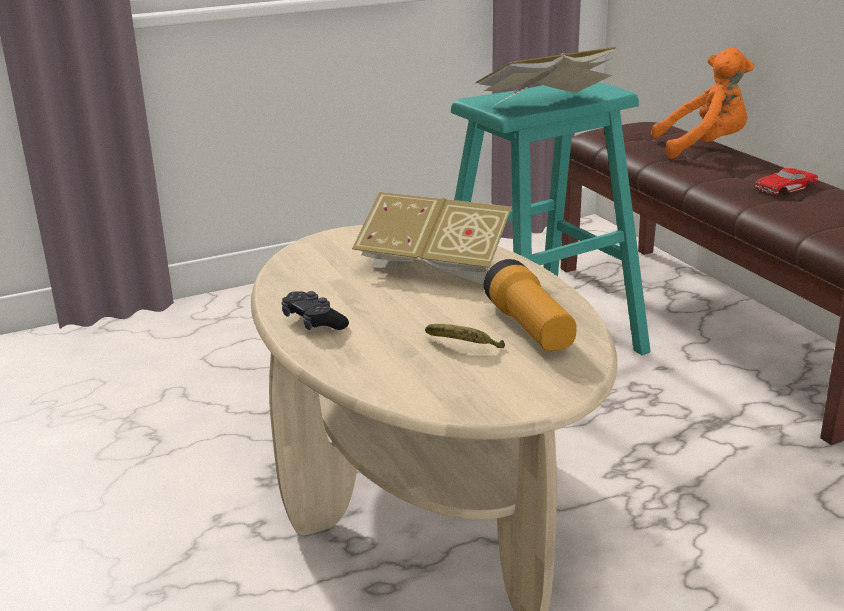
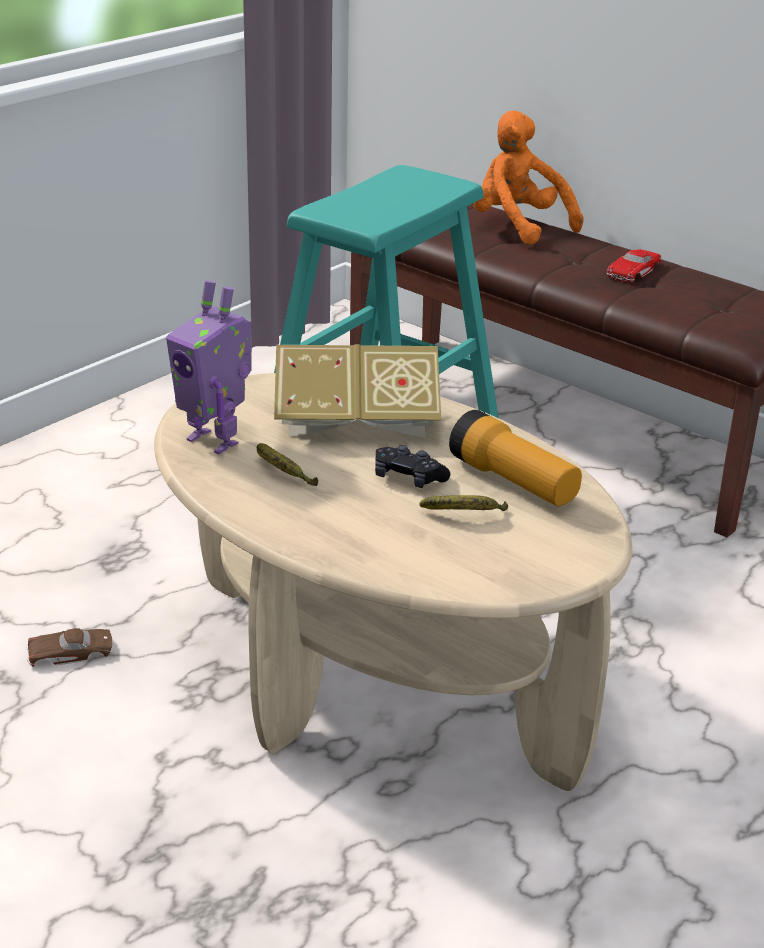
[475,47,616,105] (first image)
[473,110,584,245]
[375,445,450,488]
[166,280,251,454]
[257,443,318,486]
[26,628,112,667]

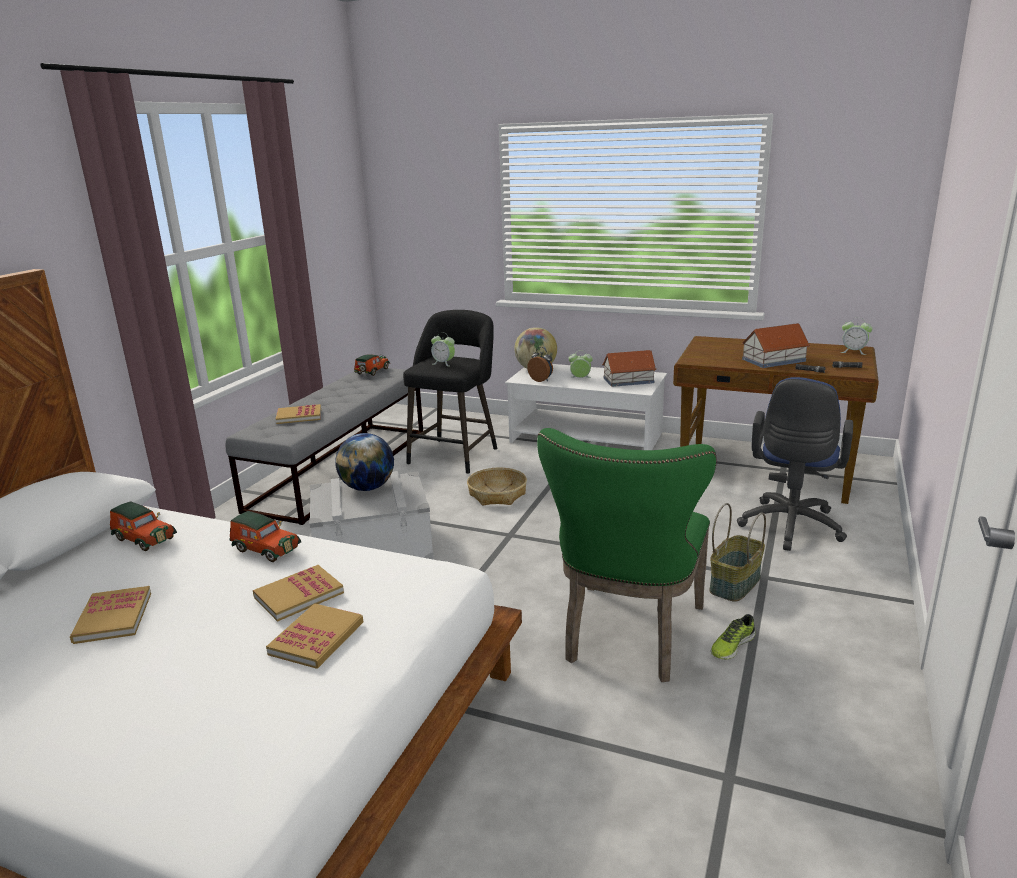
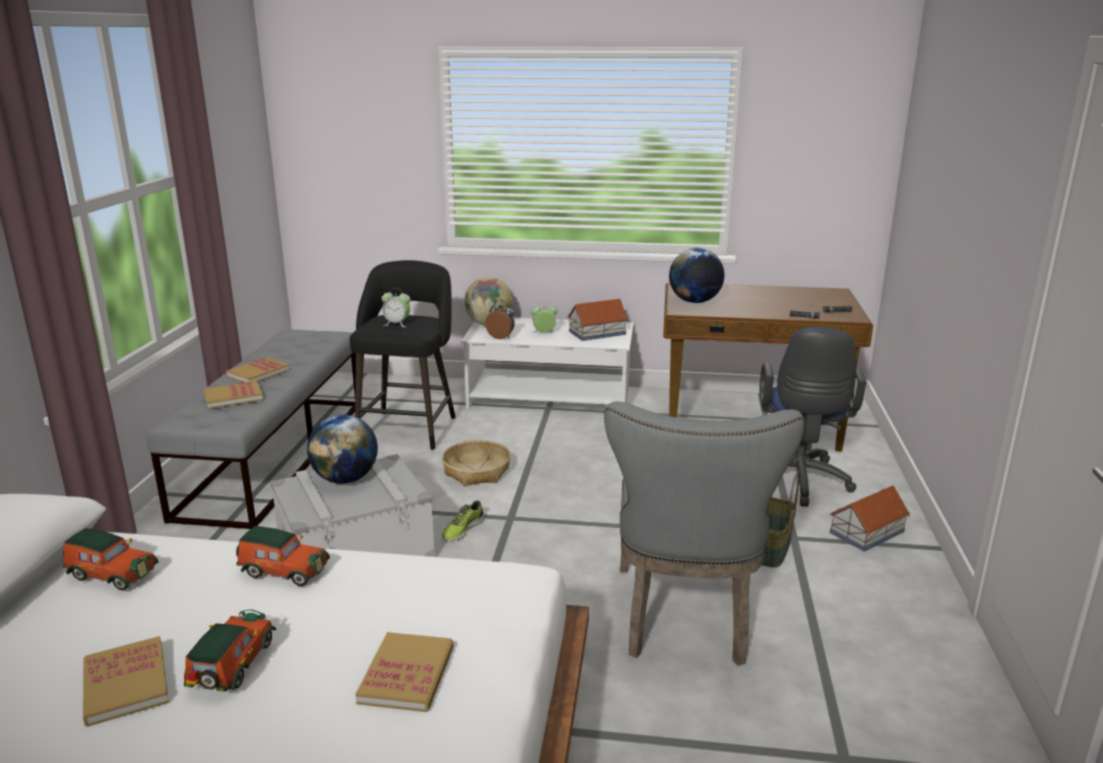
[841,321,873,355] (first image)
[830,486,910,552]
[184,609,277,692]
[604,401,805,666]
[226,357,290,383]
[442,501,484,541]
[669,248,724,303]

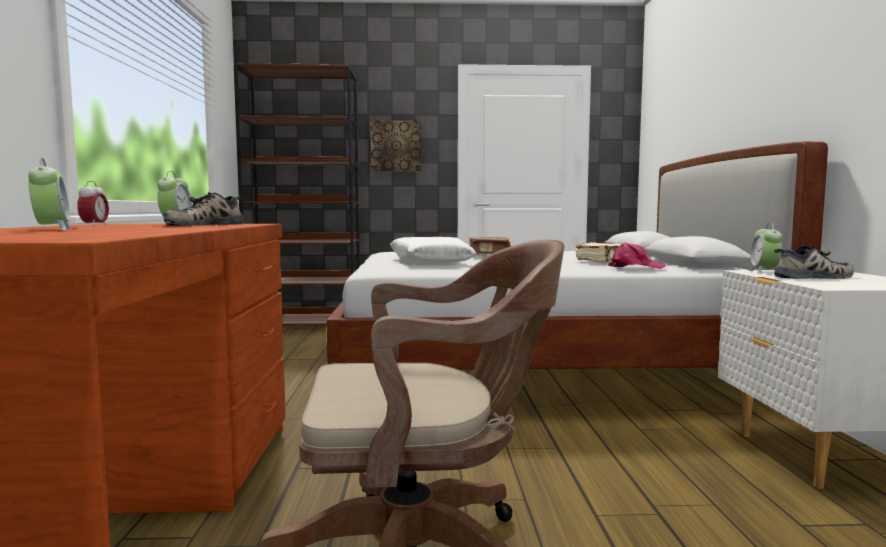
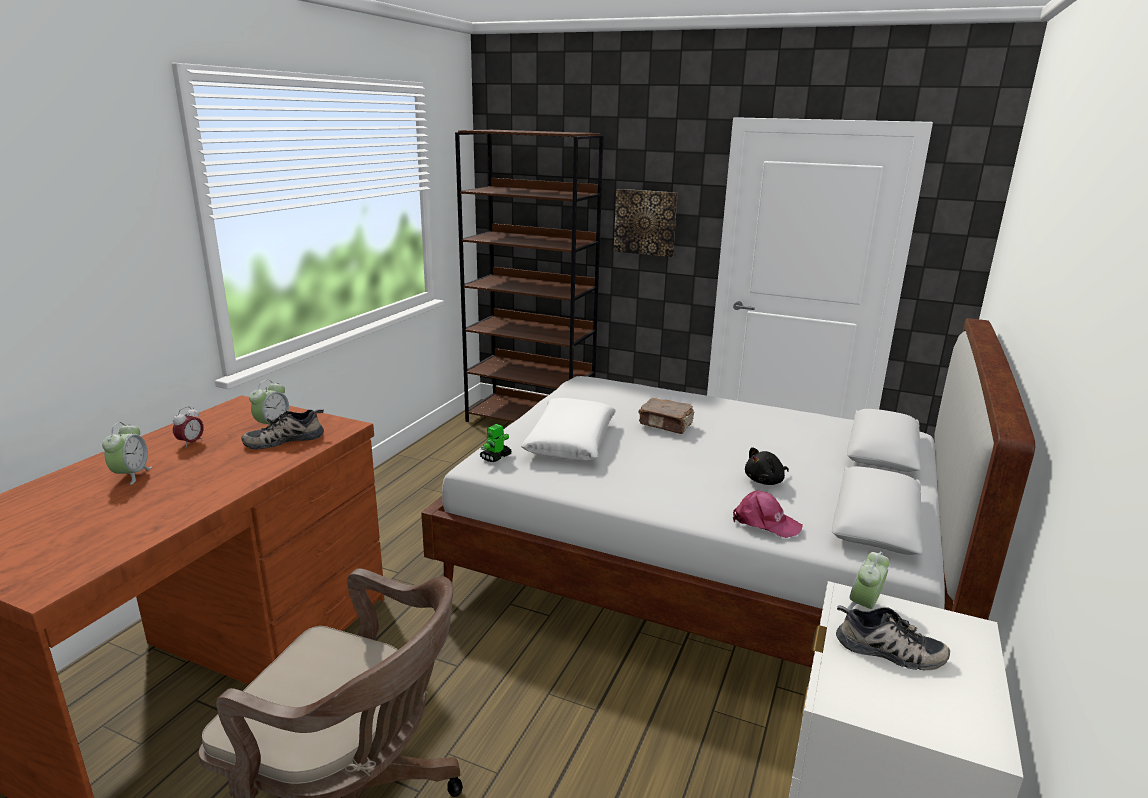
[745,447,789,485]
[480,424,512,462]

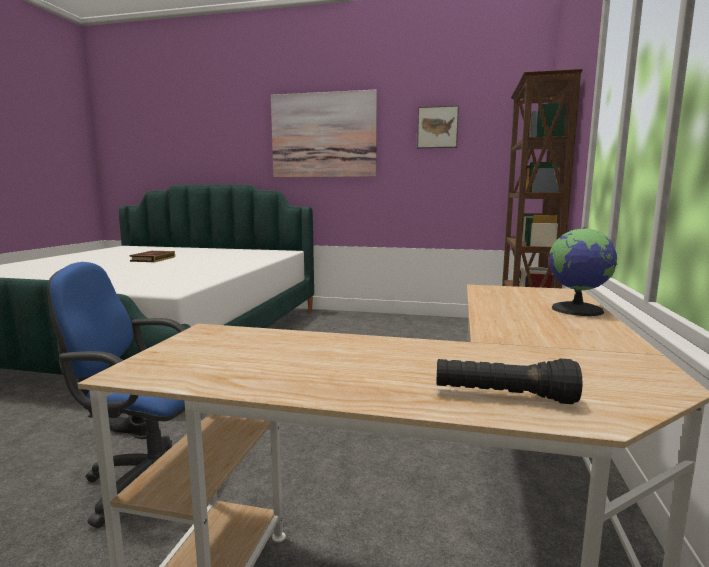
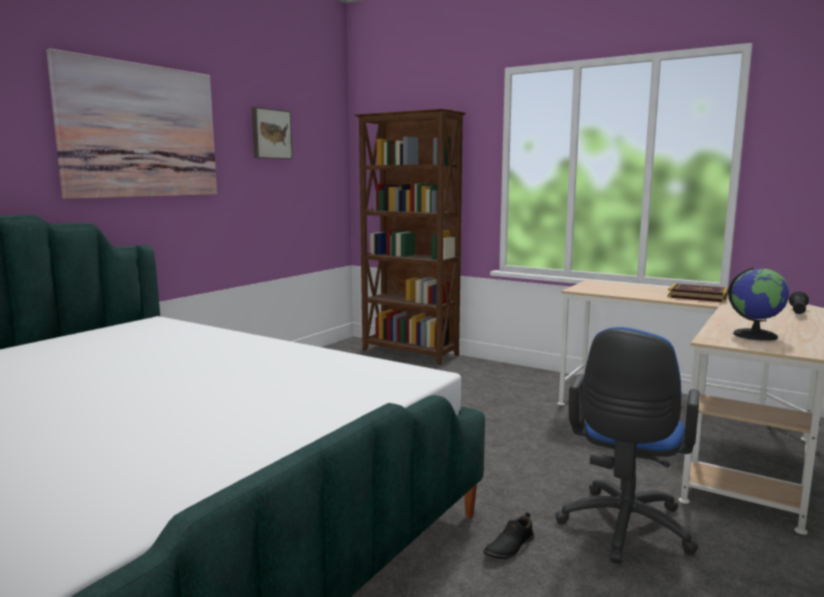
[728,268,789,341]
[667,283,728,302]

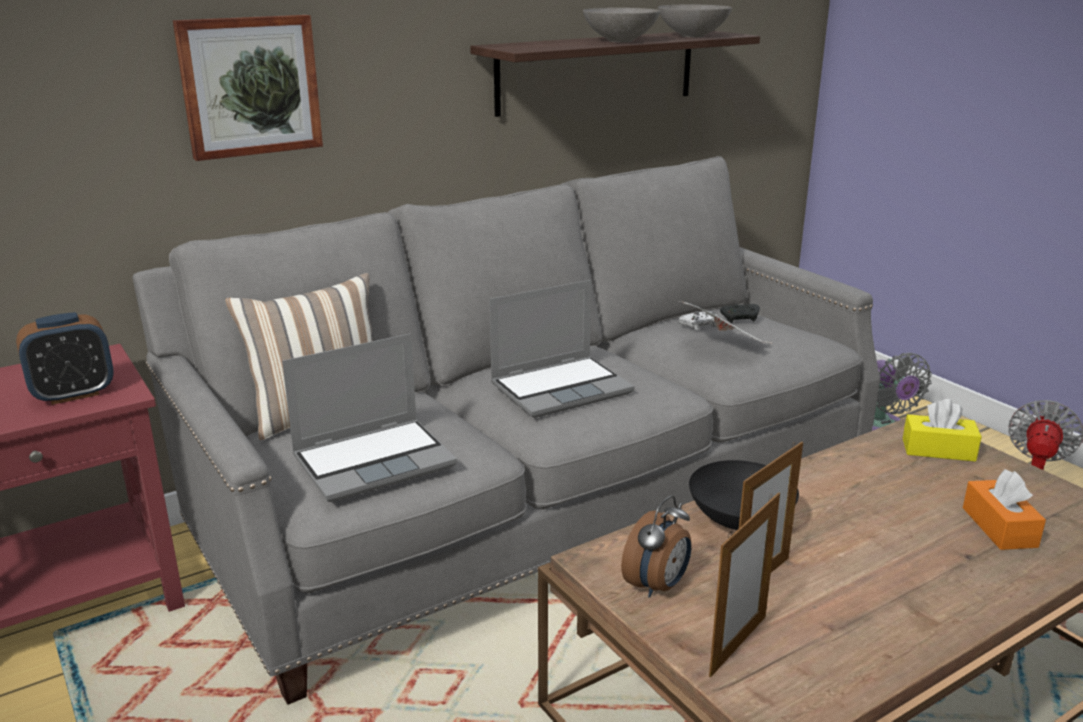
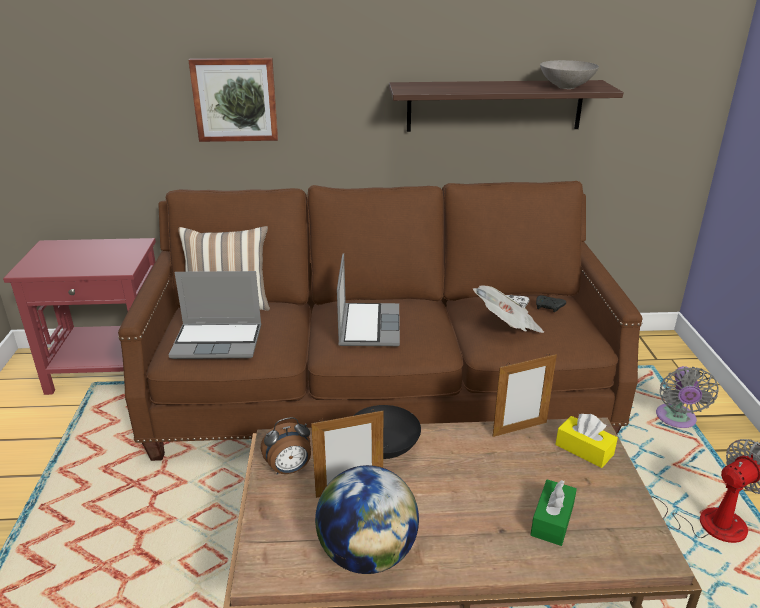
[583,8,660,42] (first image)
[118,181,643,461]
[337,253,400,346]
[16,312,114,405] (first image)
[531,479,577,546]
[493,353,557,437]
[315,465,419,574]

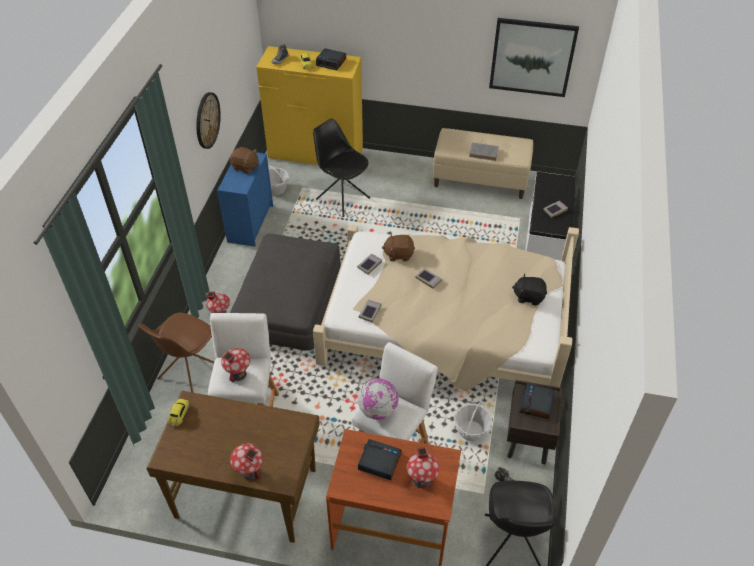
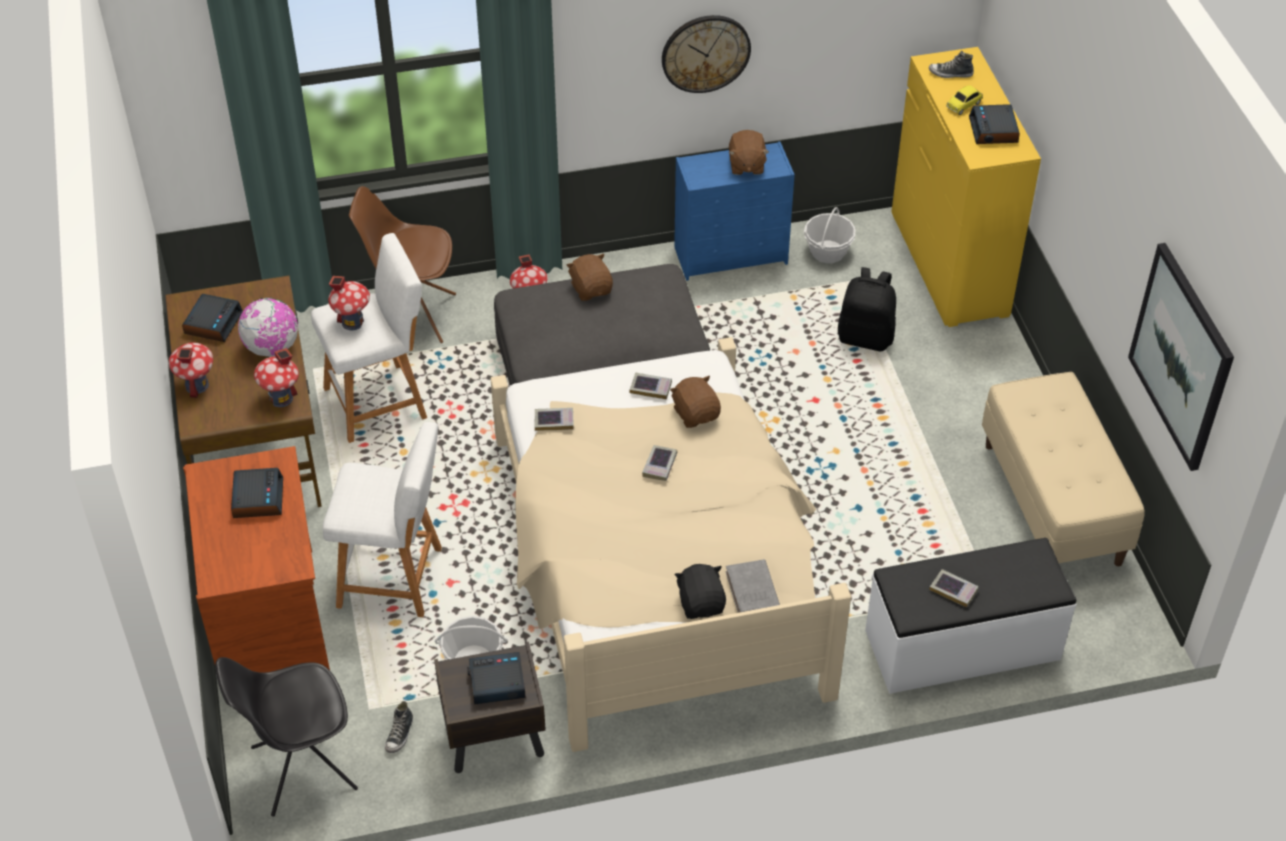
[838,267,896,351]
[725,559,780,613]
[238,298,298,357]
[168,398,190,426] (first image)
[254,348,299,407]
[566,254,613,301]
[182,294,243,342]

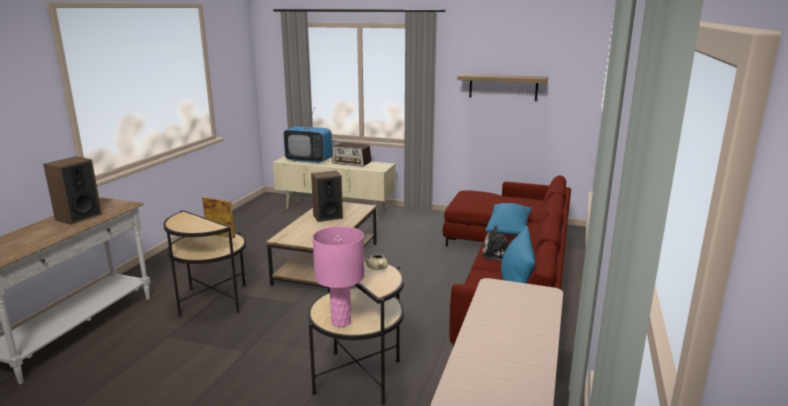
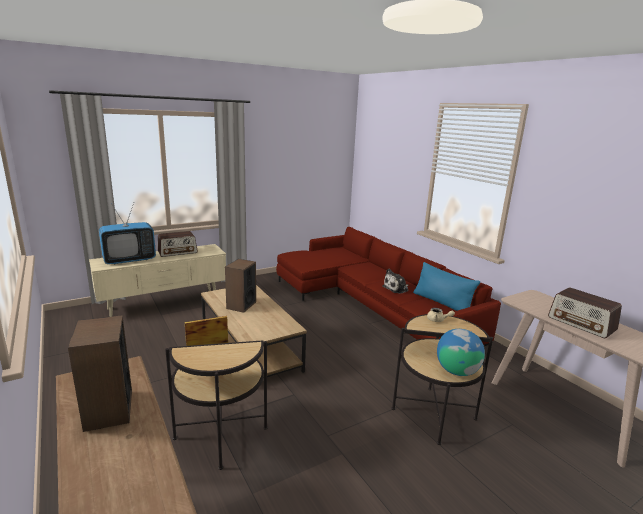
[457,74,548,101] (first image)
[485,203,532,235] (first image)
[437,329,485,376]
[548,288,622,338]

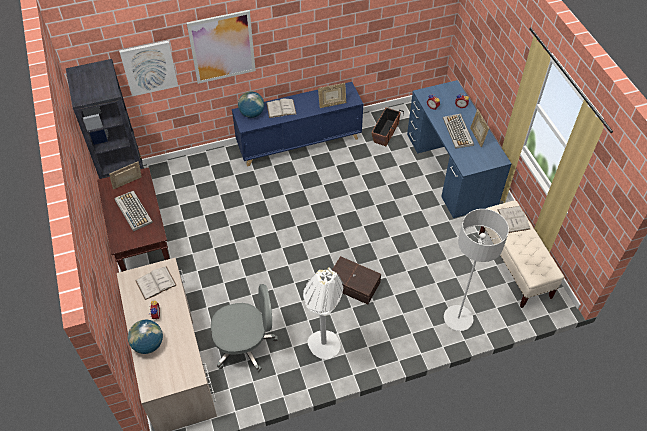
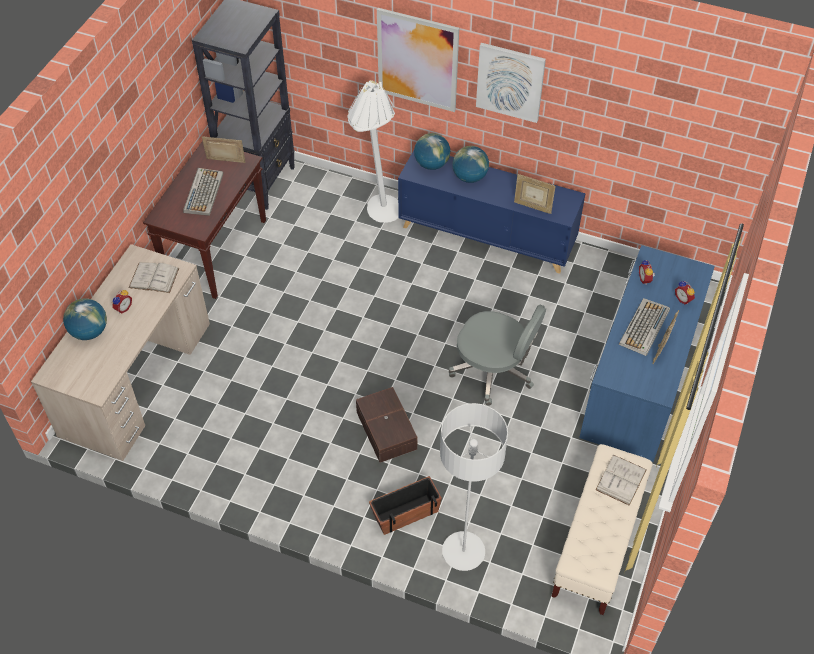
[476,43,546,123]
[452,146,489,183]
[369,476,442,535]
[347,80,398,223]
[449,304,546,406]

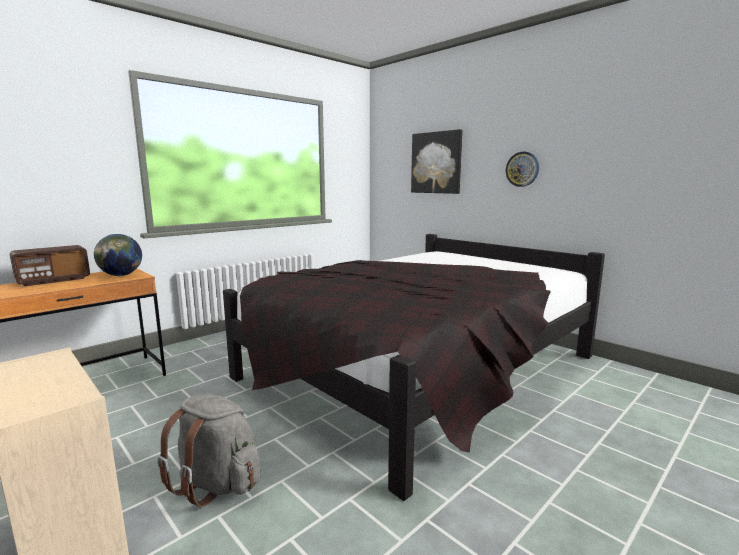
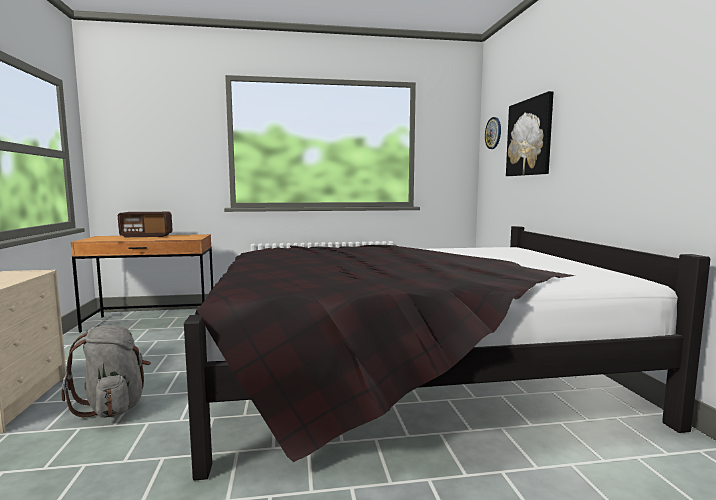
[485,117,501,149]
[94,234,142,276] (first image)

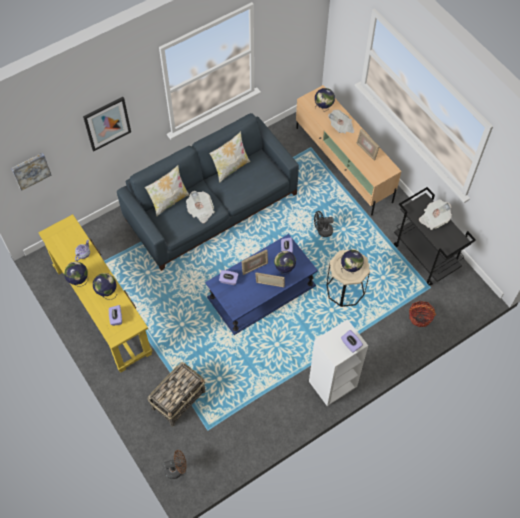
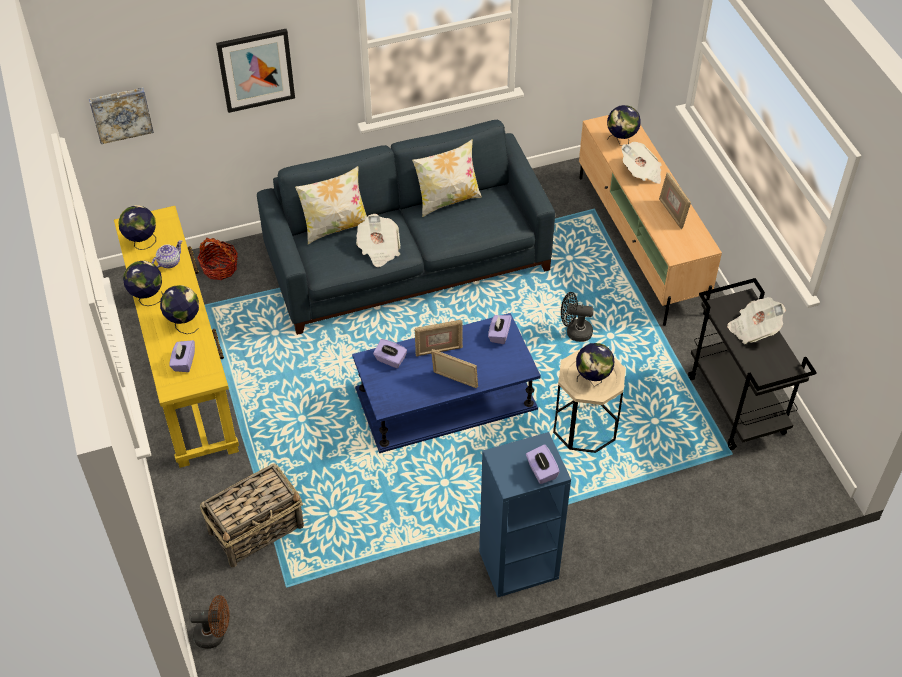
[119,205,156,250]
[198,238,238,280]
[479,432,571,597]

